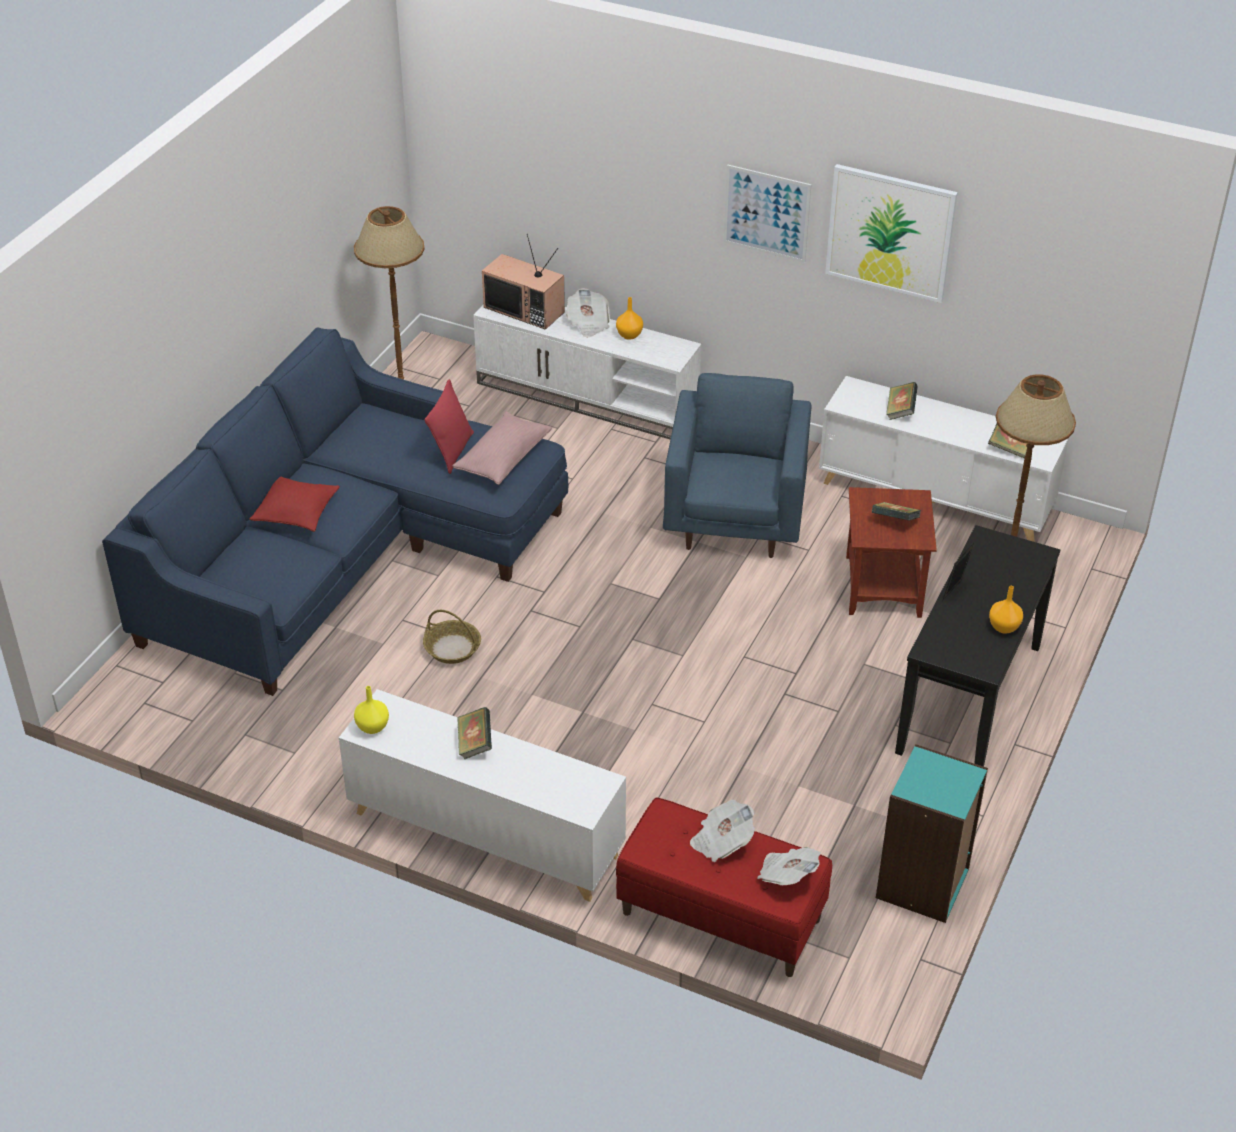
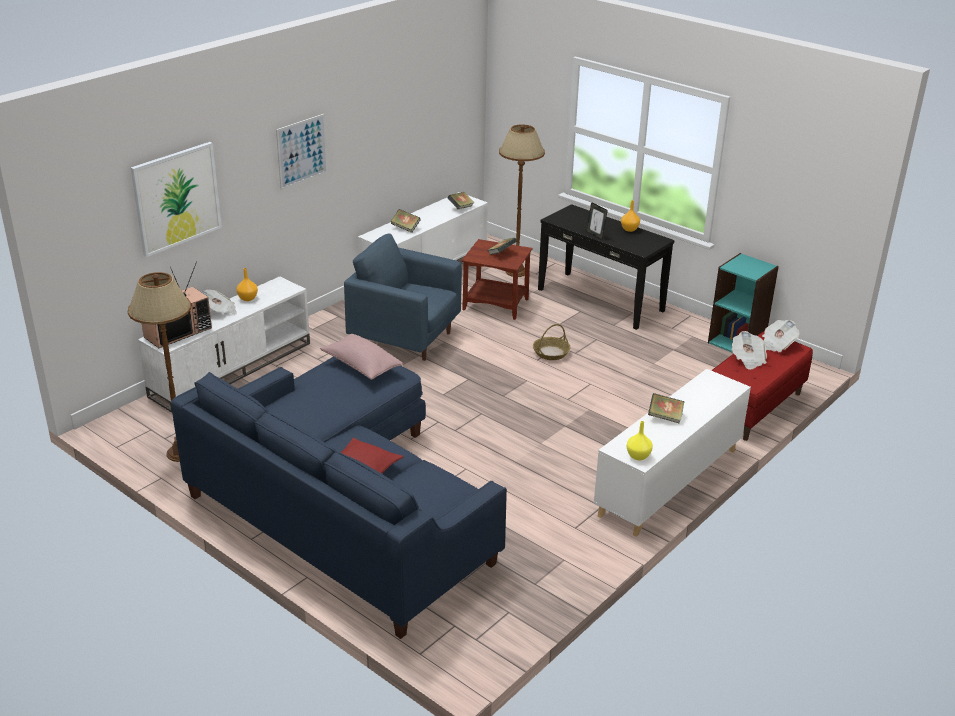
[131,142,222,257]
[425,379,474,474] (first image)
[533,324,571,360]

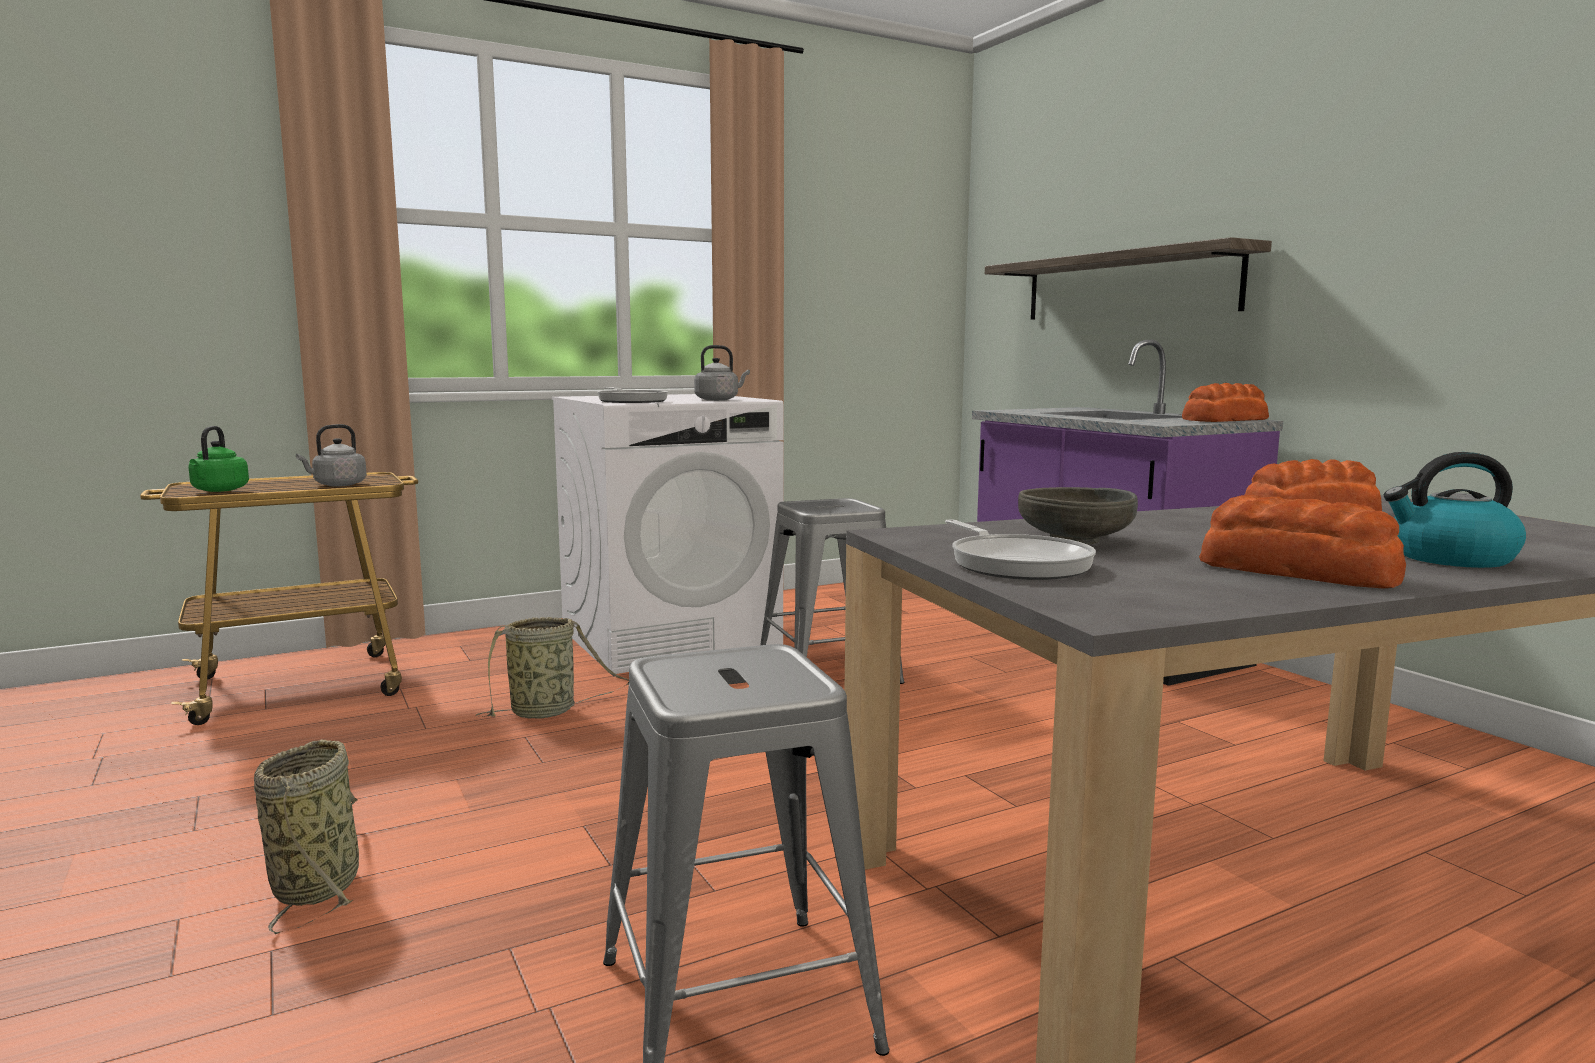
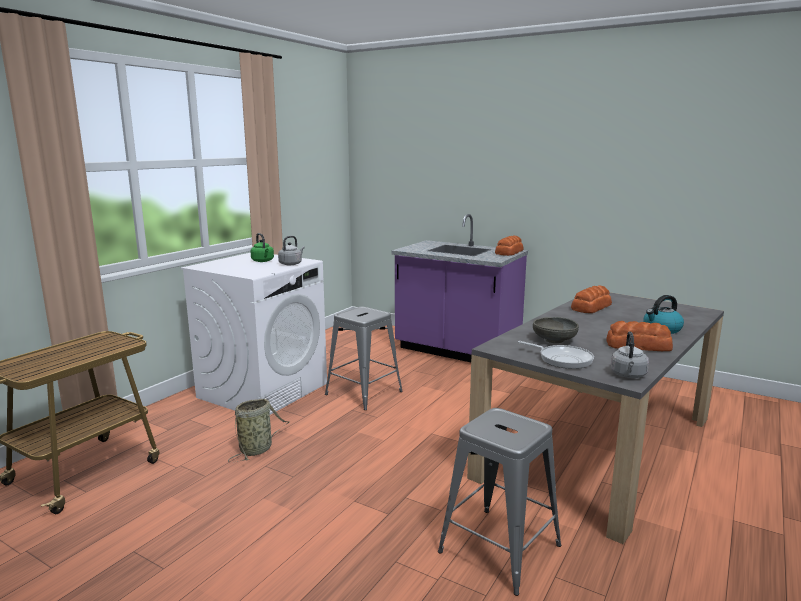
[985,237,1272,320] (first image)
[597,387,668,403] (first image)
[611,332,649,378]
[251,233,274,262]
[254,740,359,934] (first image)

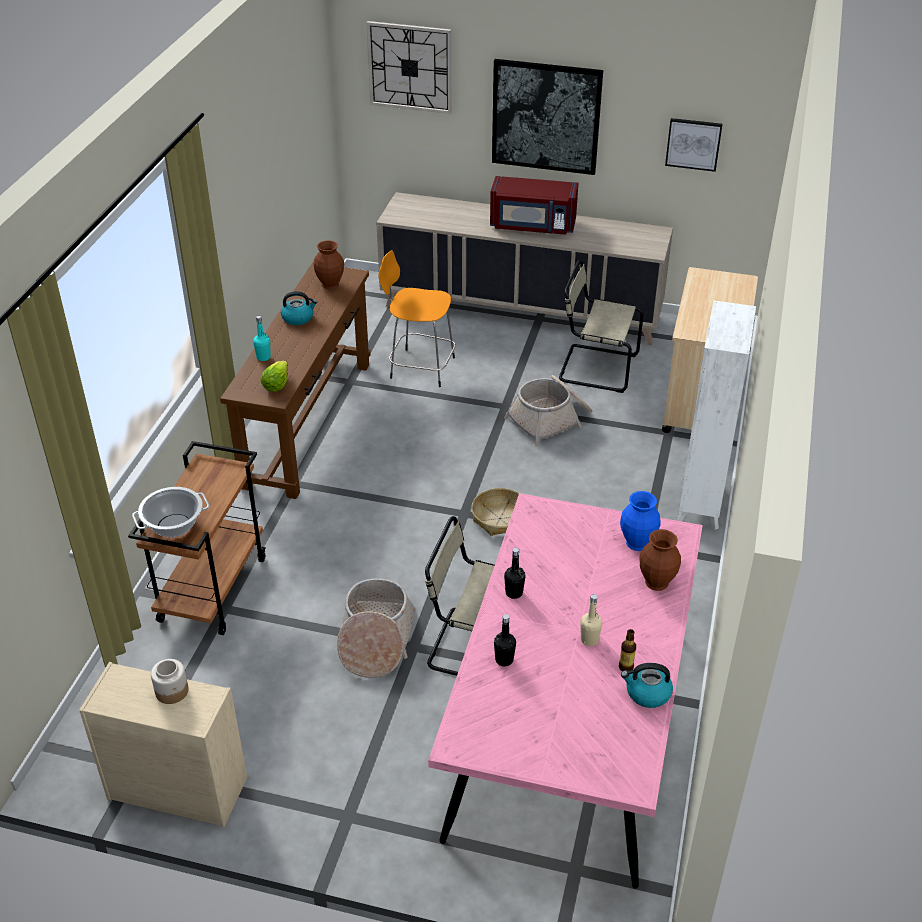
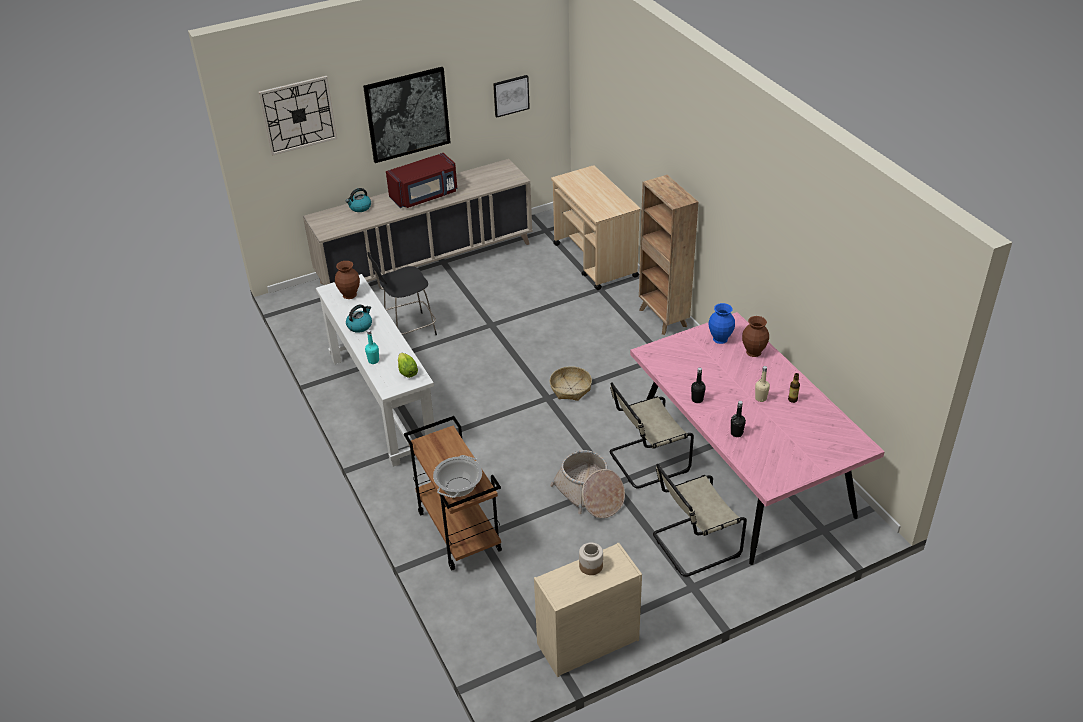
[368,252,437,336]
[653,464,747,577]
[316,274,435,467]
[639,175,698,335]
[504,375,592,447] (first image)
[346,188,371,212]

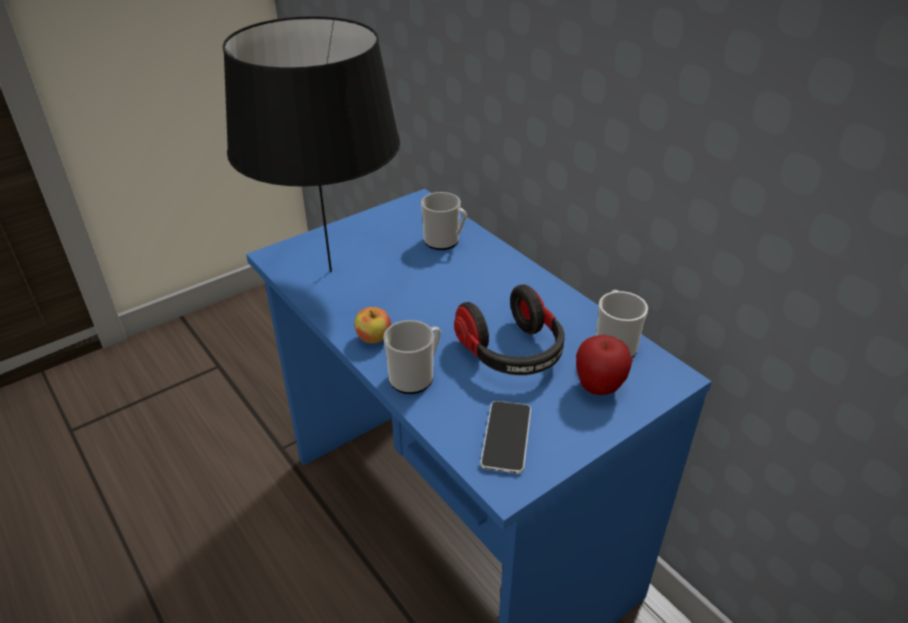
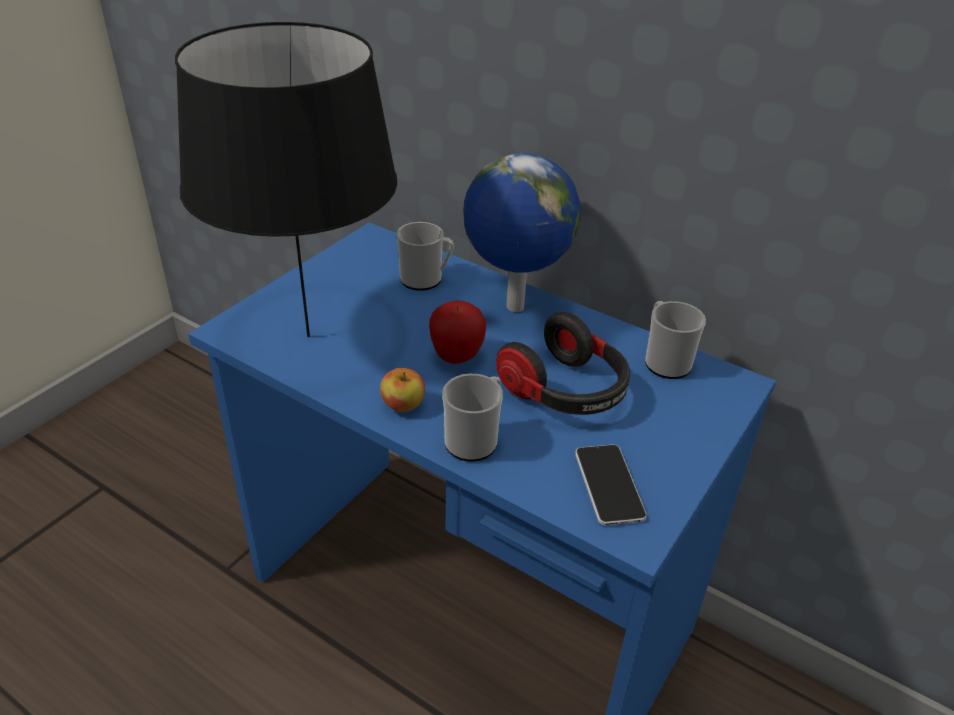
[429,301,486,364]
[463,153,581,312]

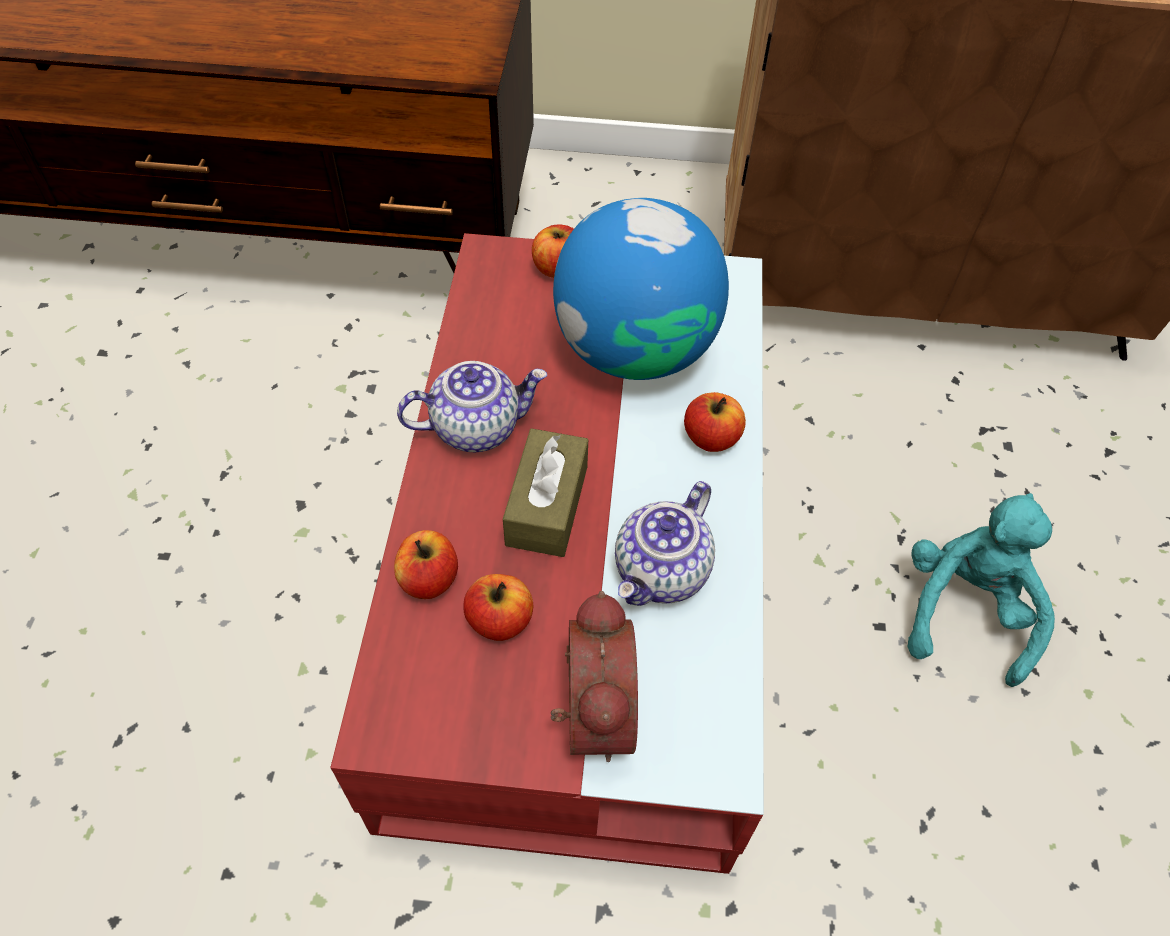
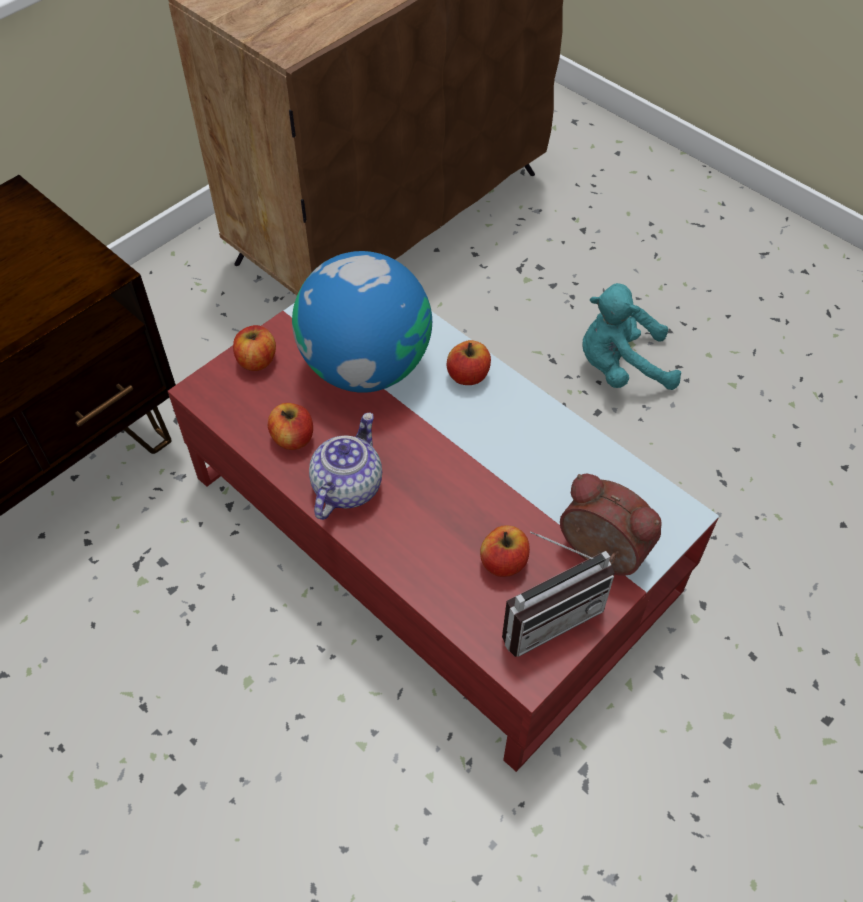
[503,428,588,557] (first image)
[615,481,715,606] (first image)
[582,283,681,390]
[268,403,313,450]
[502,531,615,657]

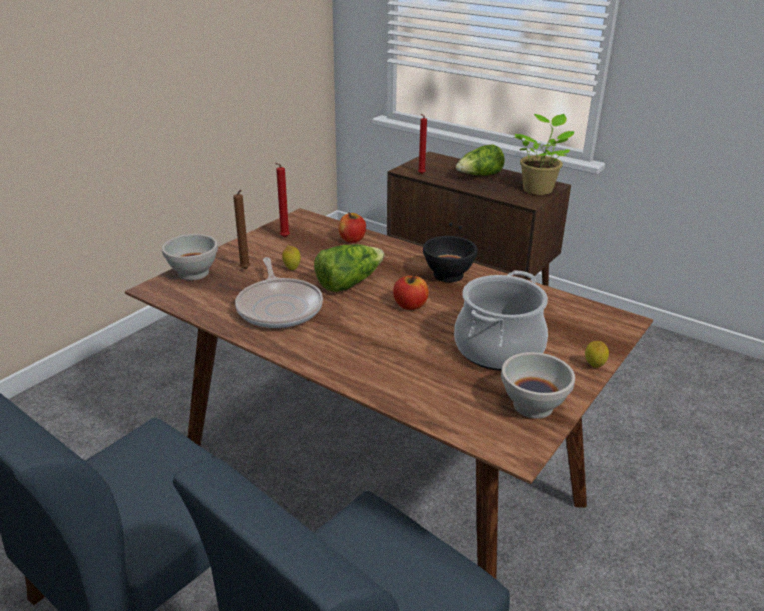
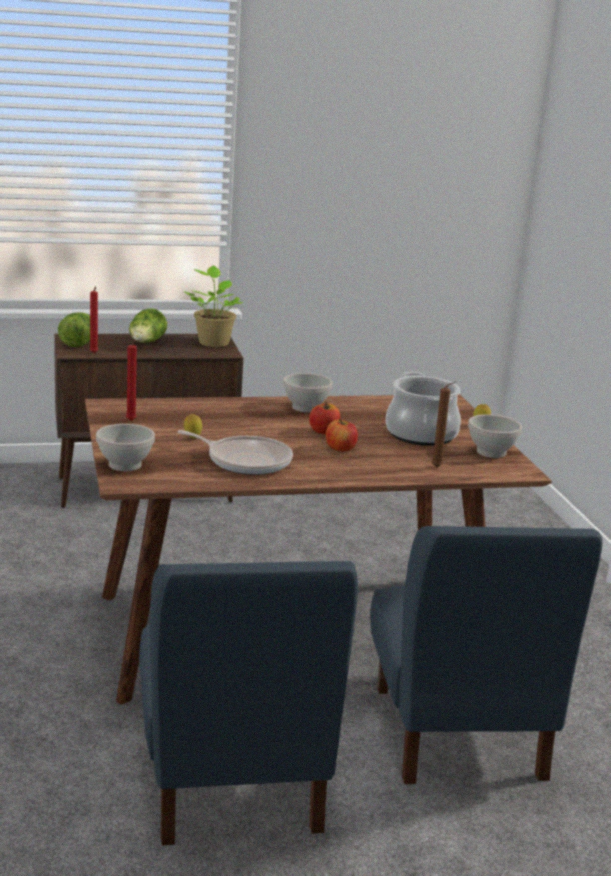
[431,381,456,468]
[326,419,358,451]
[283,373,332,412]
[58,312,90,347]

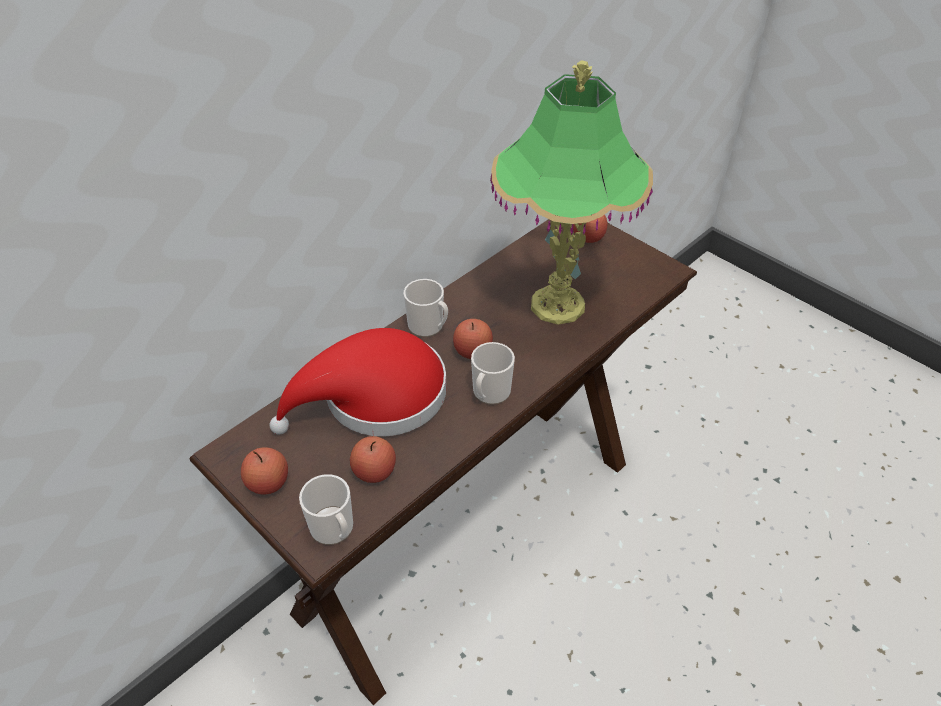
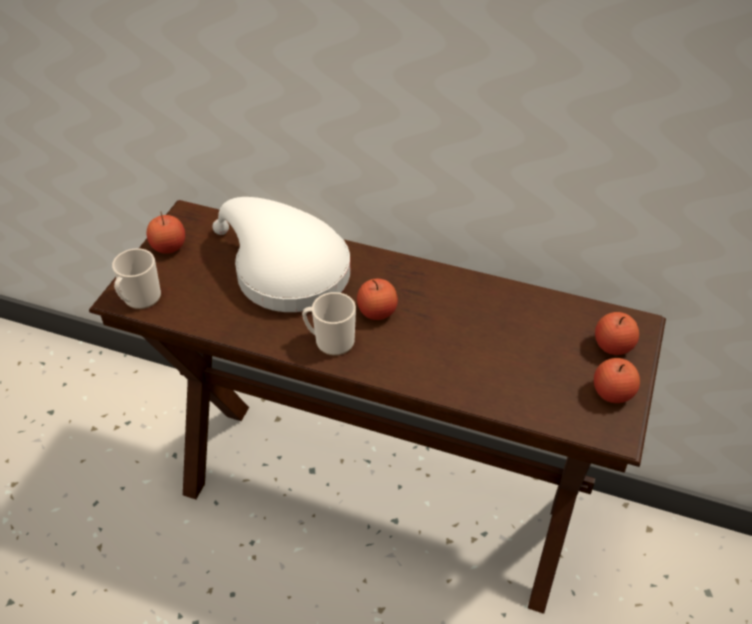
[490,60,653,325] (first image)
[404,279,448,337] (first image)
[212,197,350,312]
[594,358,640,403]

